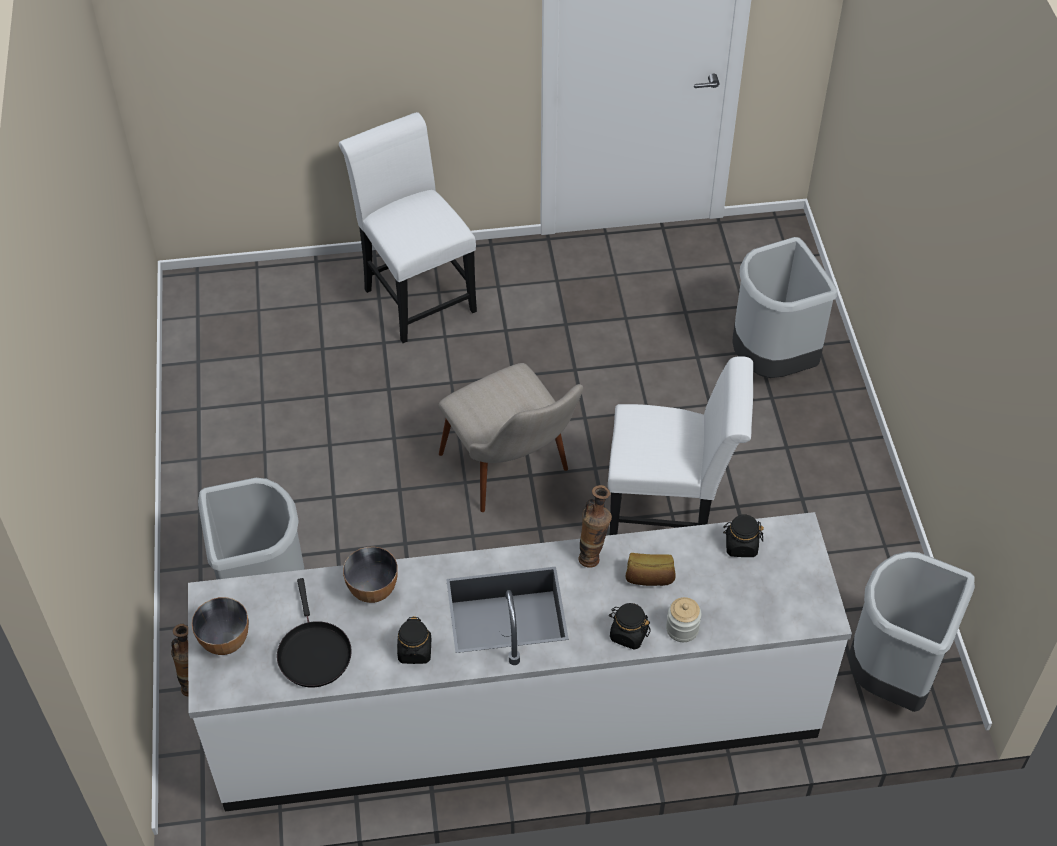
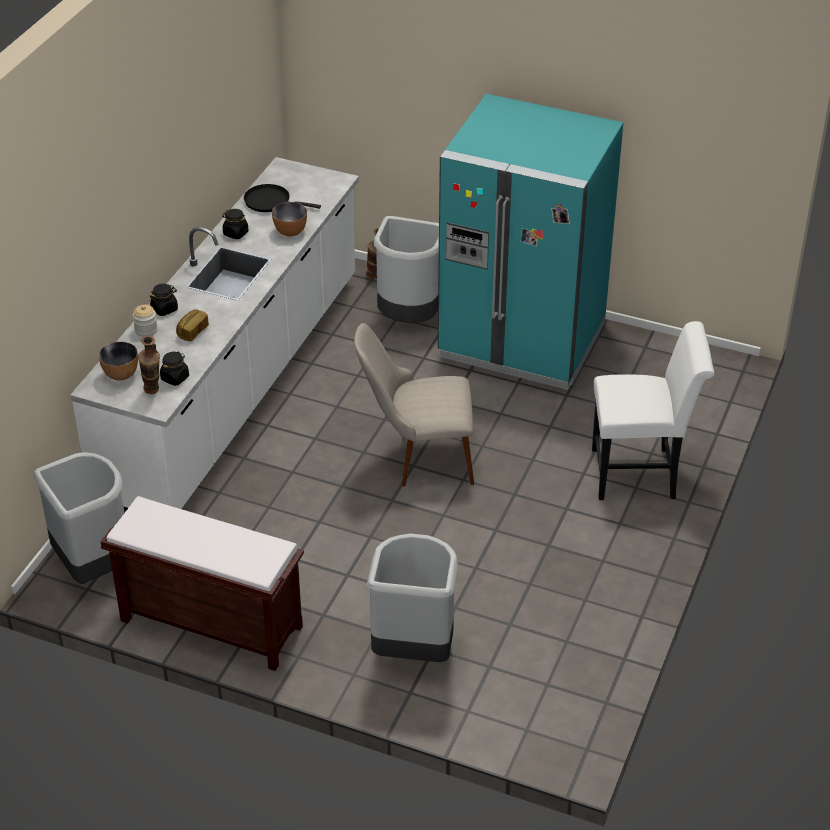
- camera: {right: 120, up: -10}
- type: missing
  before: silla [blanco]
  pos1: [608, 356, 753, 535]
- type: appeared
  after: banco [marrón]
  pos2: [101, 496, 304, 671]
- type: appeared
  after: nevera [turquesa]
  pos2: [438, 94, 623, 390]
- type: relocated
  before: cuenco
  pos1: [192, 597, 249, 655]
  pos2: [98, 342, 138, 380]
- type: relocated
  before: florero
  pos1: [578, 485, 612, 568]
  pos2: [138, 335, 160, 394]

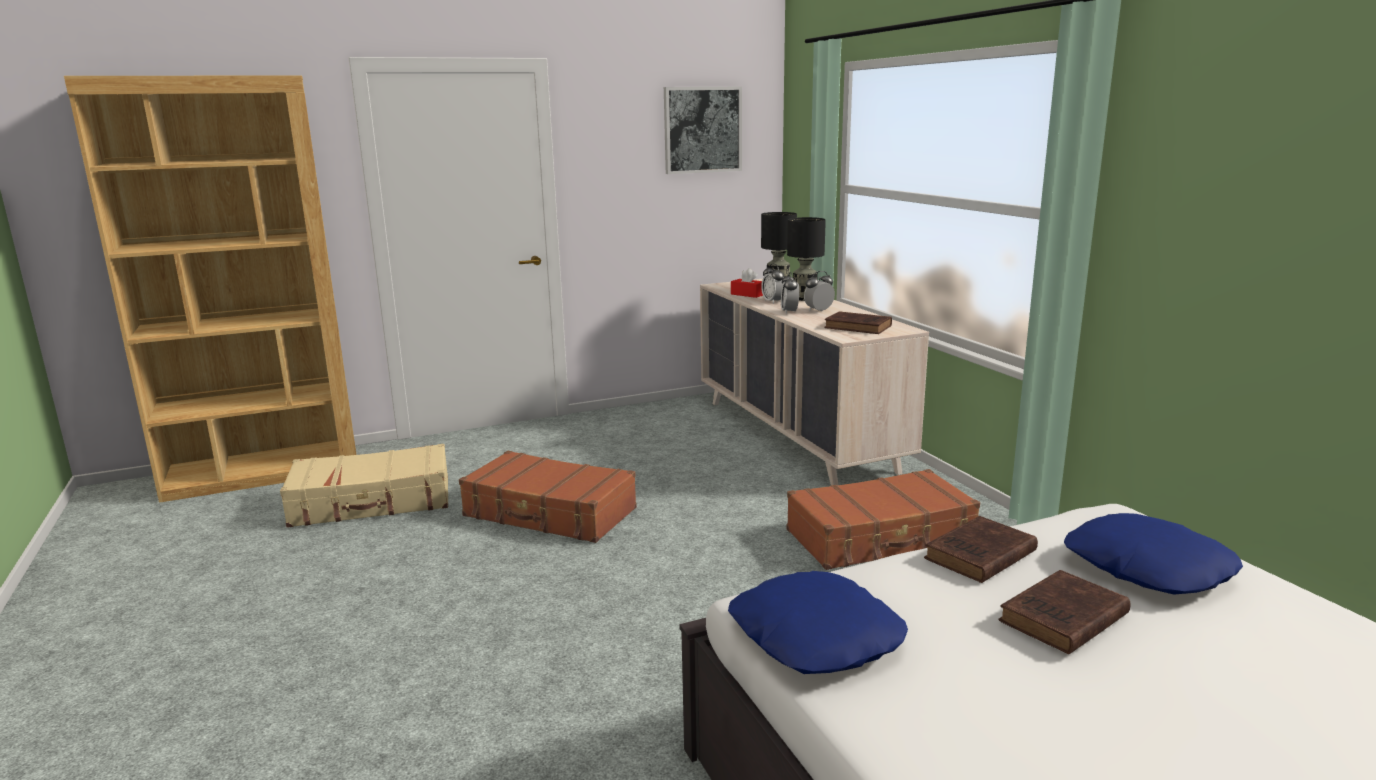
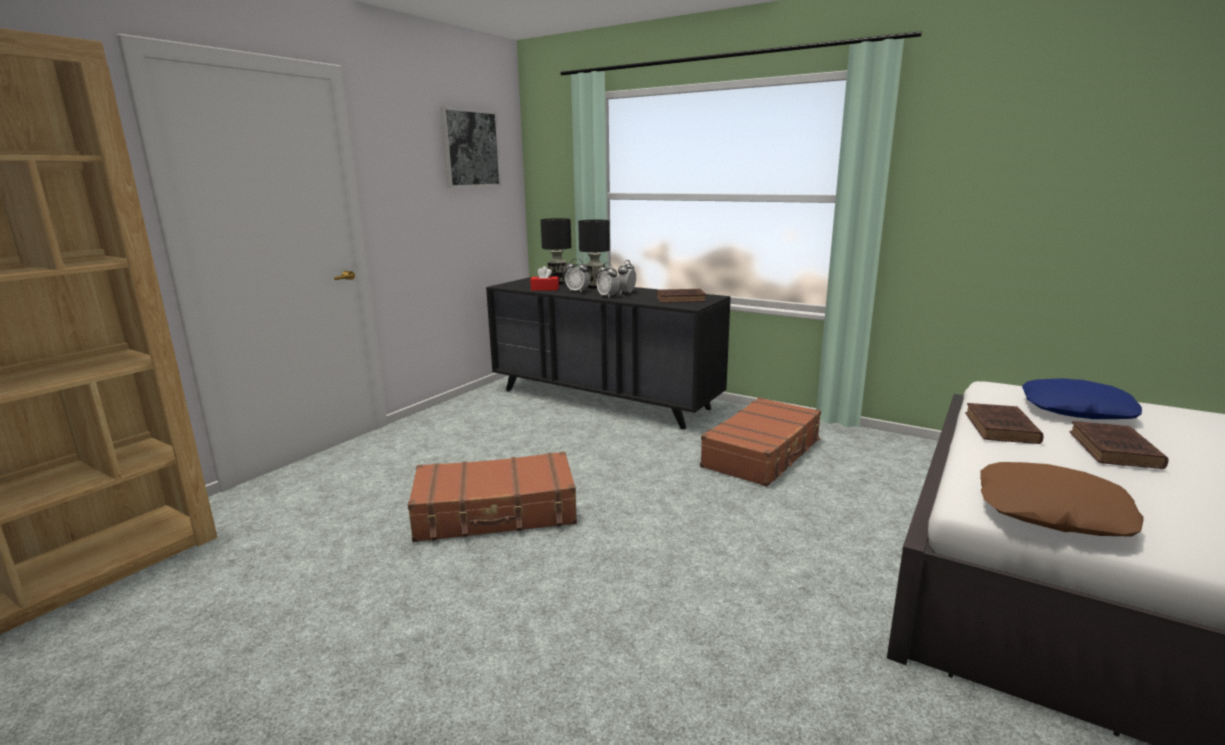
- camera: {right: -35, up: 0}
- type: missing
  before: maleta [beis]
  pos1: [280, 444, 448, 528]
- type: colour
  before: cómoda [beis]
  after: cómoda [negro]
  pos1: [700, 279, 929, 485]
  pos2: [486, 277, 731, 430]
- type: colour
  before: cojín [azul]
  after: cojín [marrón]
  pos1: [728, 571, 908, 674]
  pos2: [980, 462, 1143, 537]

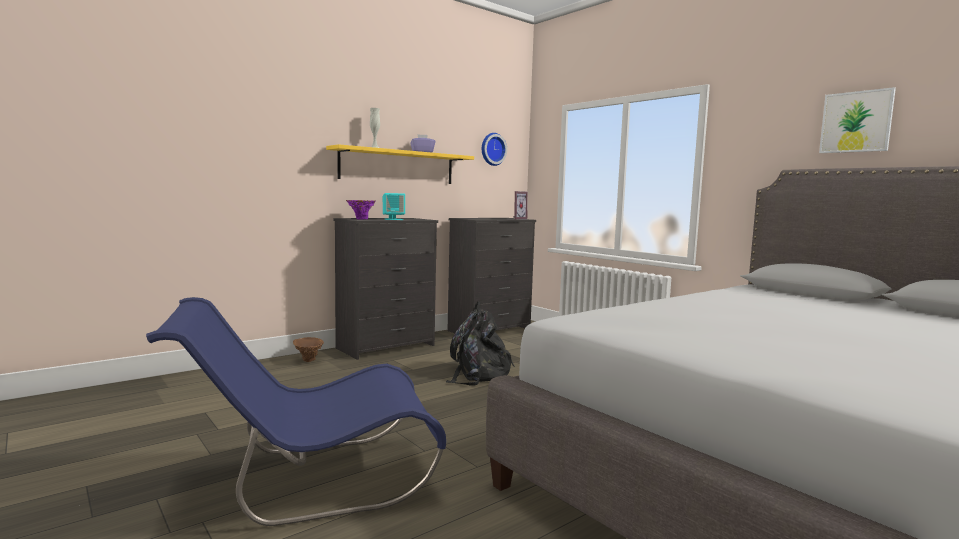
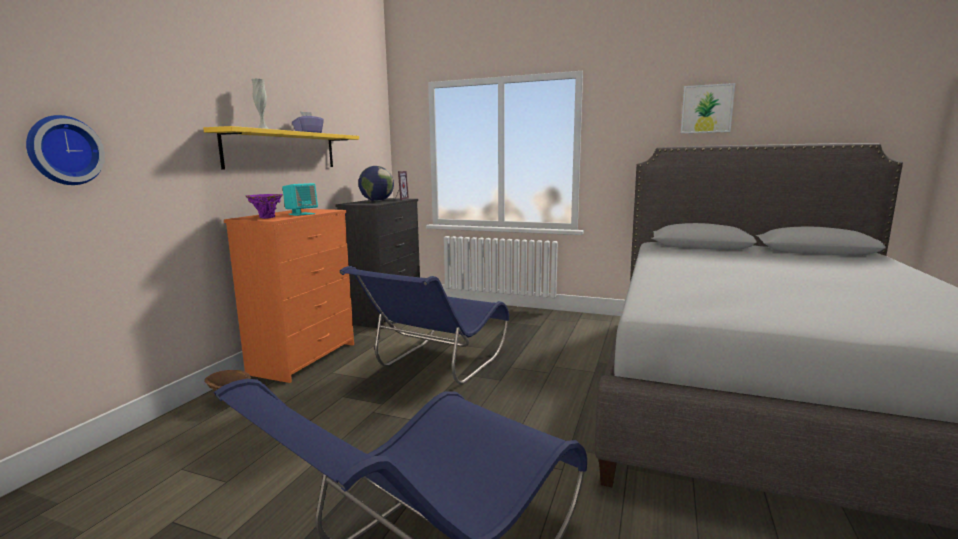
- camera: {right: -30, up: 5}
- type: appeared
  after: globo terráqueo
  pos2: [358, 166, 394, 201]
- type: relocated
  before: reloj de pared
  pos1: [482, 133, 507, 166]
  pos2: [26, 115, 105, 185]
- type: exchanged
  before: mochila [negro]
  after: silla [azul]
  pos1: [446, 302, 515, 386]
  pos2: [340, 266, 509, 384]
- type: colour
  before: cómoda [negro]
  after: cómoda [naranja]
  pos1: [333, 218, 438, 360]
  pos2: [224, 209, 354, 383]

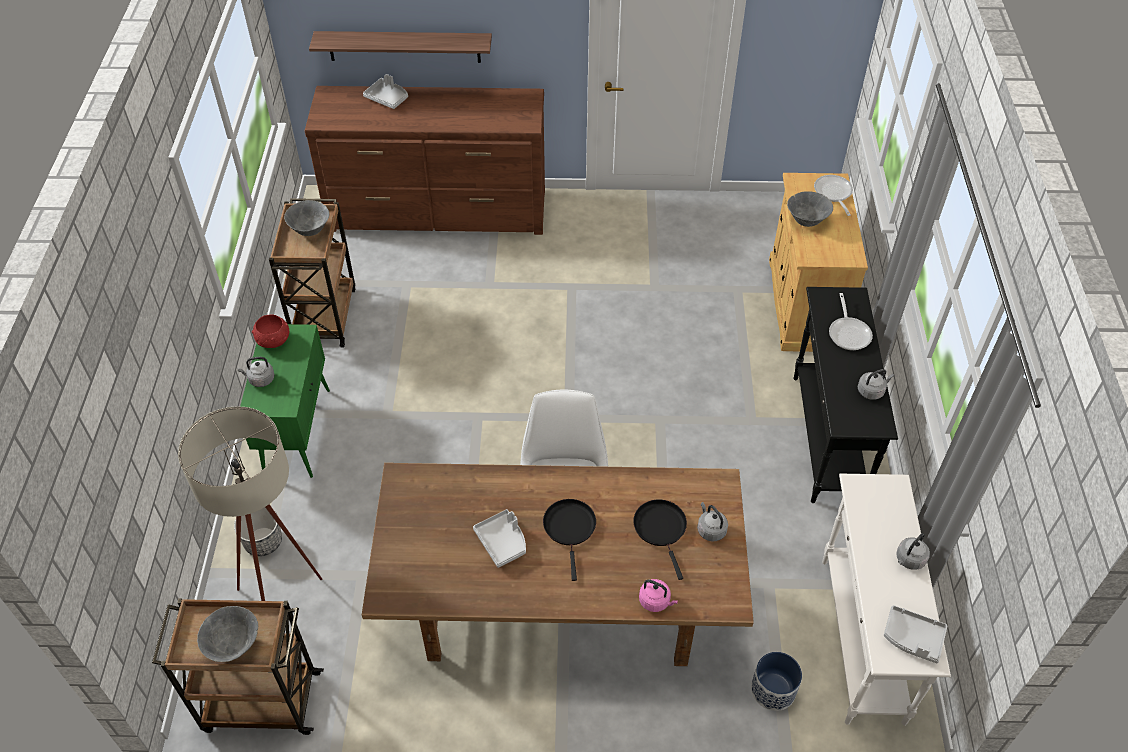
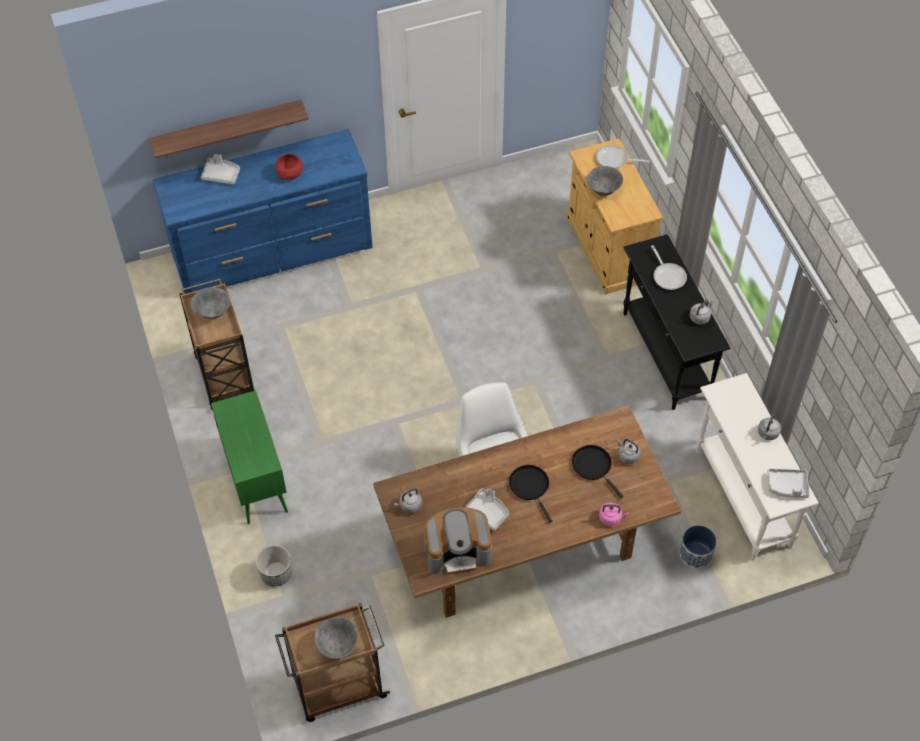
- camera: {right: -20, up: 5}
- type: missing
  before: lámpara de pie [beis]
  pos1: [178, 406, 322, 601]
- type: appeared
  after: cafetera
  pos2: [424, 507, 492, 575]
- type: relocated
  before: hervidor [gris]
  pos1: [237, 357, 275, 387]
  pos2: [394, 488, 422, 513]
- type: relocated
  before: cuenco [rojo]
  pos1: [252, 314, 289, 348]
  pos2: [275, 154, 304, 180]
- type: colour
  before: cómoda [marrón]
  after: cómoda [azul]
  pos1: [305, 86, 545, 235]
  pos2: [152, 129, 373, 294]
- type: spun
  before: sartén
  pos1: [814, 175, 853, 216]
  pos2: [596, 145, 649, 169]
  turn: -45

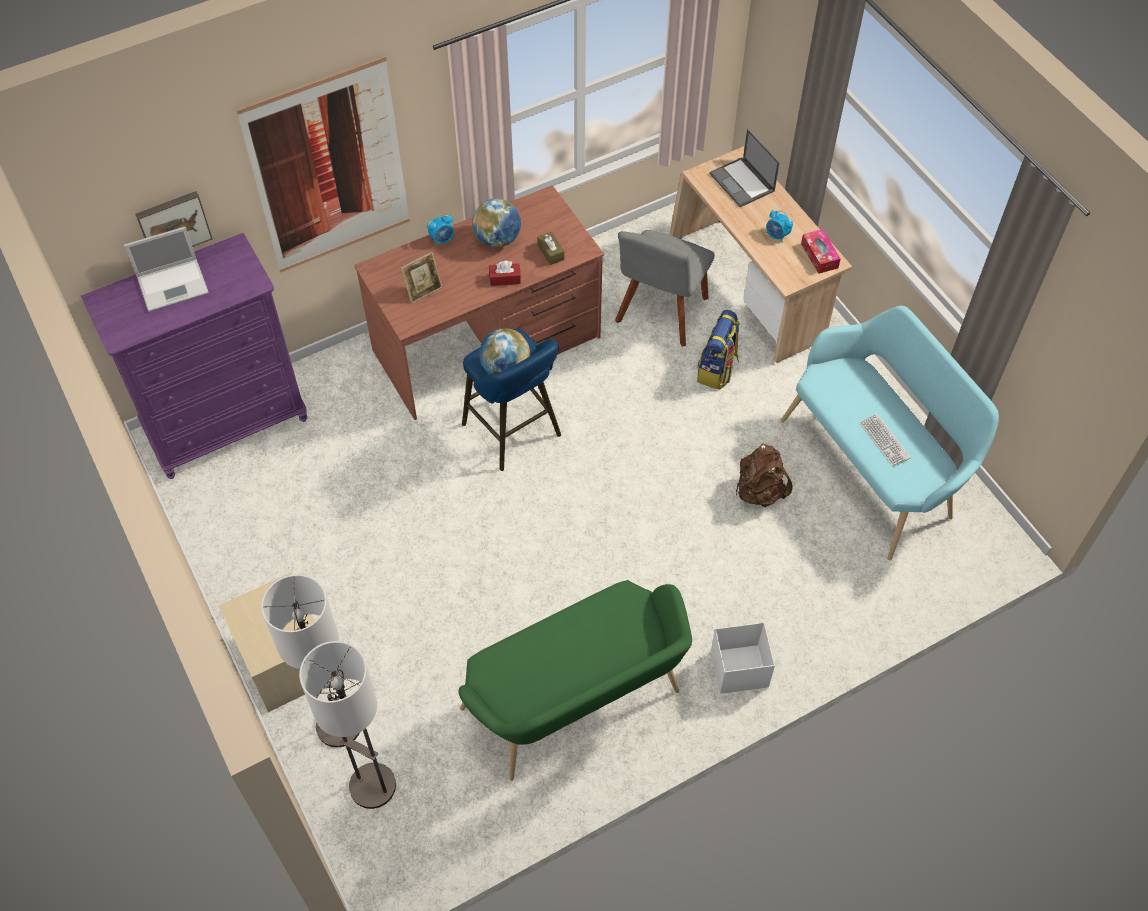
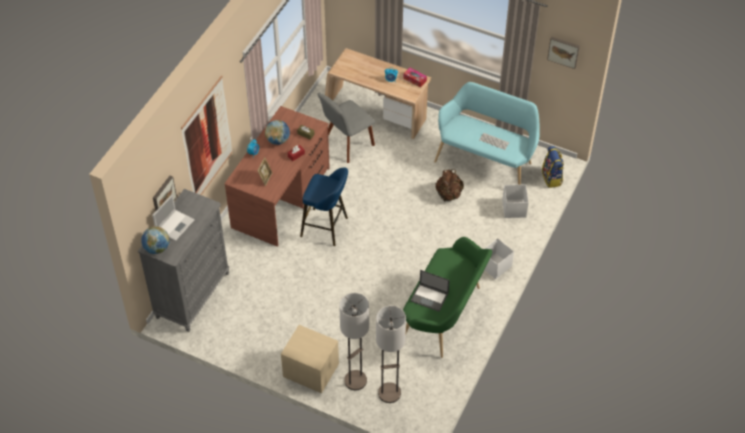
- camera: {right: -35, up: -5}
- type: appeared
  after: caja de almacenaje [blanco]
  pos2: [502, 184, 529, 218]
- type: appeared
  after: cuadro
  pos2: [547, 37, 580, 69]
- type: relocated
  before: globo terráqueo
  pos1: [479, 328, 530, 374]
  pos2: [141, 226, 169, 254]
- type: relocated
  before: mochila
  pos1: [697, 310, 740, 390]
  pos2: [542, 146, 564, 188]
- type: relocated
  before: portátil
  pos1: [710, 129, 780, 207]
  pos2: [410, 270, 450, 312]
- type: colour
  before: cómoda [morado]
  after: cómoda [gris]
  pos1: [81, 233, 308, 479]
  pos2: [138, 189, 229, 332]
- type: spun
  before: silla [gris]
  pos1: [615, 230, 715, 347]
  pos2: [318, 92, 375, 163]
  turn: 60

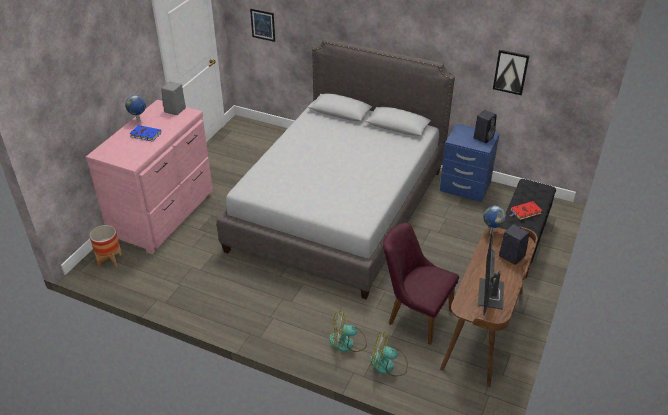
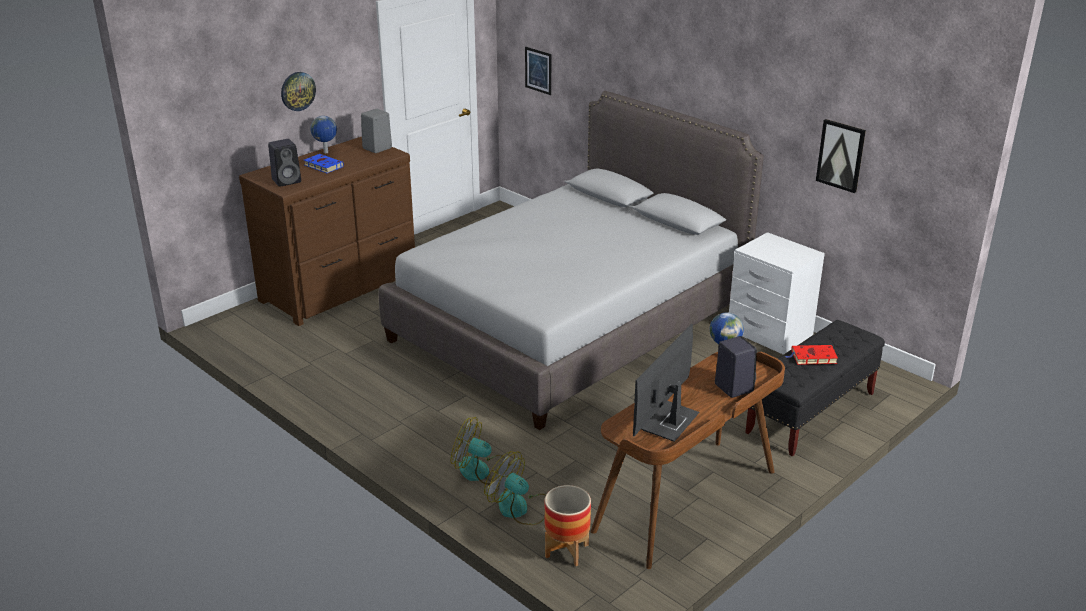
- camera: {right: 20, up: -10}
- type: missing
  before: silla [morado]
  pos1: [383, 223, 459, 345]
- type: appeared
  after: reloj de pared
  pos2: [281, 72, 316, 111]
- type: relocated
  before: maceta
  pos1: [90, 225, 122, 267]
  pos2: [545, 485, 591, 566]
- type: relocated
  before: altavoz [negro]
  pos1: [474, 110, 497, 143]
  pos2: [268, 139, 301, 187]
- type: colour
  before: cómoda [rosa]
  after: cómoda [marrón]
  pos1: [85, 99, 213, 254]
  pos2: [239, 137, 415, 326]
- type: colour
  before: mesita de noche [azul]
  after: mesita de noche [blanco]
  pos1: [440, 123, 499, 202]
  pos2: [729, 232, 825, 355]

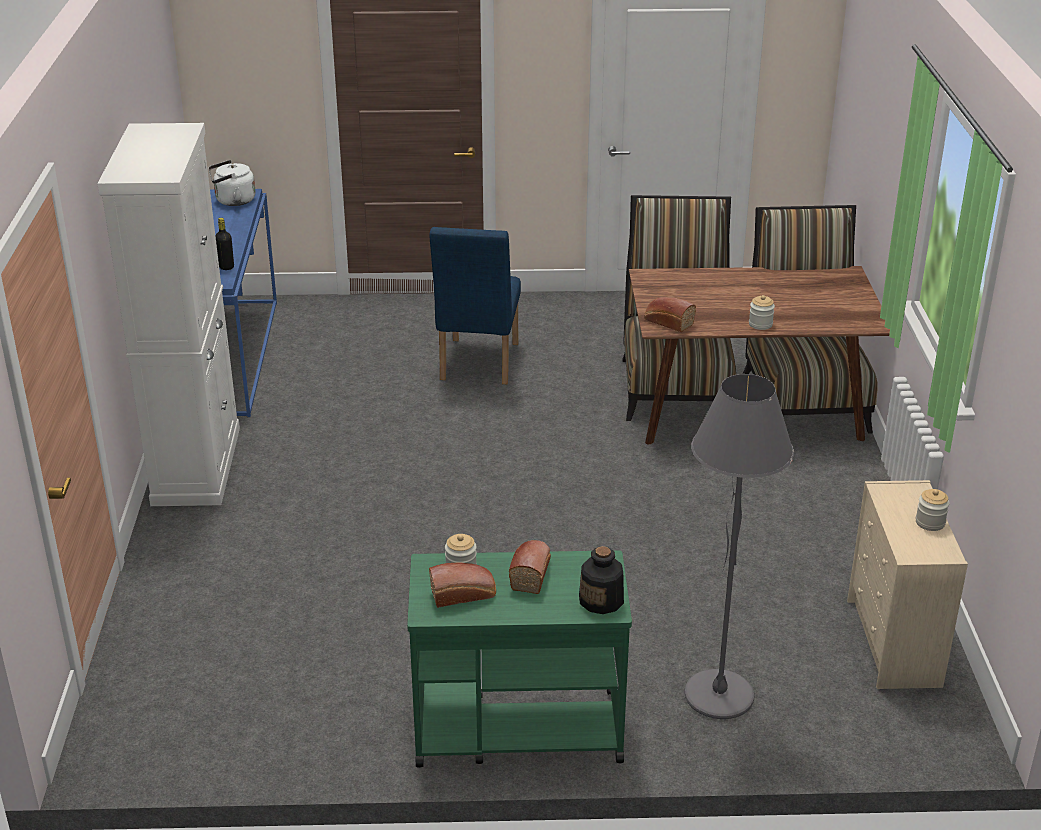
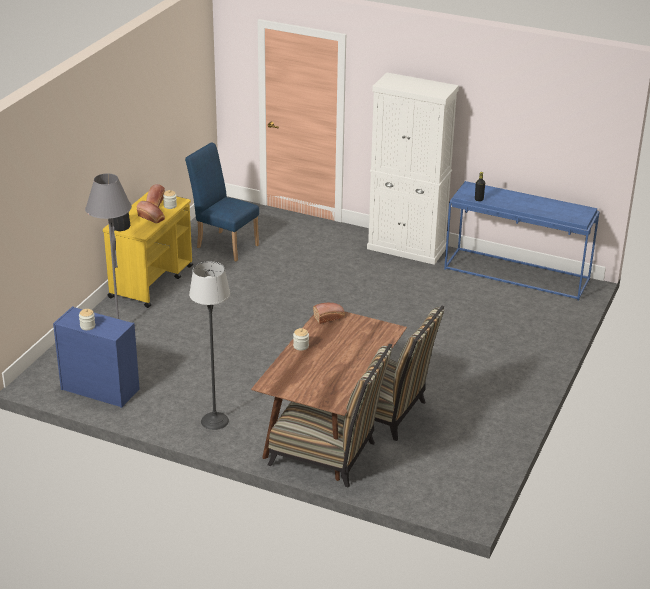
- camera: {right: 115, up: 0}
- type: missing
  before: hervidor [blanco]
  pos1: [208, 160, 256, 206]
- type: appeared
  after: lámpara de pie
  pos2: [189, 261, 230, 430]
- type: relocated
  before: silla [azul]
  pos1: [429, 227, 521, 384]
  pos2: [185, 142, 259, 261]
- type: colour
  before: carrito [verde]
  after: carrito [amarillo]
  pos1: [407, 550, 632, 768]
  pos2: [103, 191, 193, 308]
- type: colour
  before: cómoda [beis]
  after: cómoda [azul]
  pos1: [847, 480, 968, 689]
  pos2: [53, 306, 140, 408]

